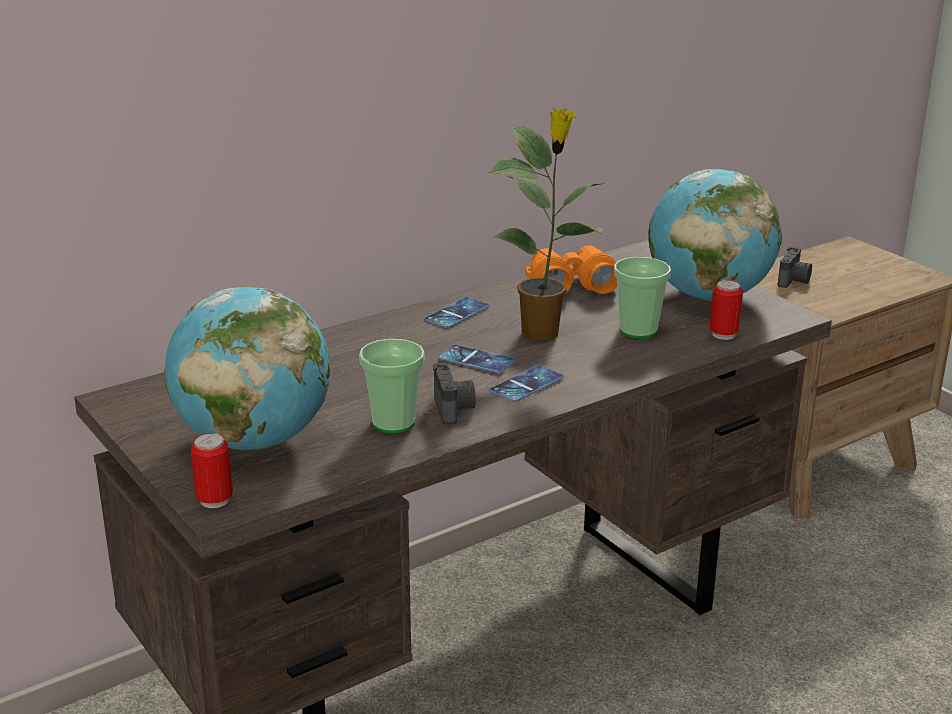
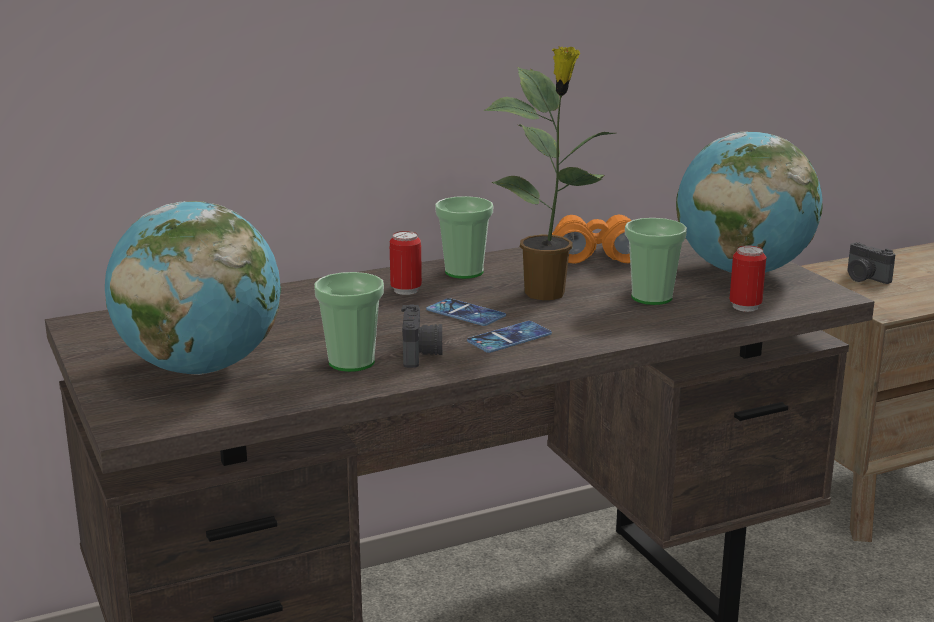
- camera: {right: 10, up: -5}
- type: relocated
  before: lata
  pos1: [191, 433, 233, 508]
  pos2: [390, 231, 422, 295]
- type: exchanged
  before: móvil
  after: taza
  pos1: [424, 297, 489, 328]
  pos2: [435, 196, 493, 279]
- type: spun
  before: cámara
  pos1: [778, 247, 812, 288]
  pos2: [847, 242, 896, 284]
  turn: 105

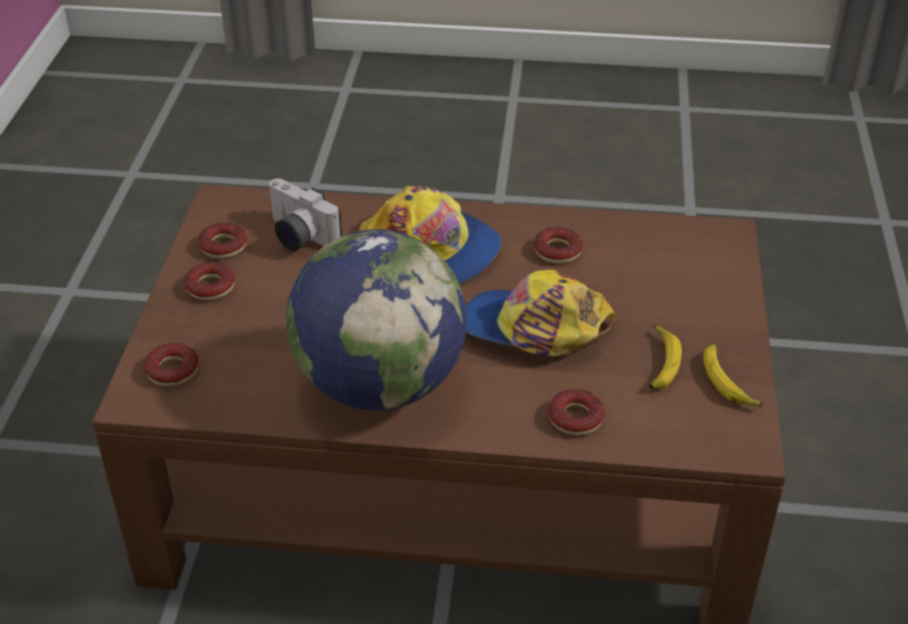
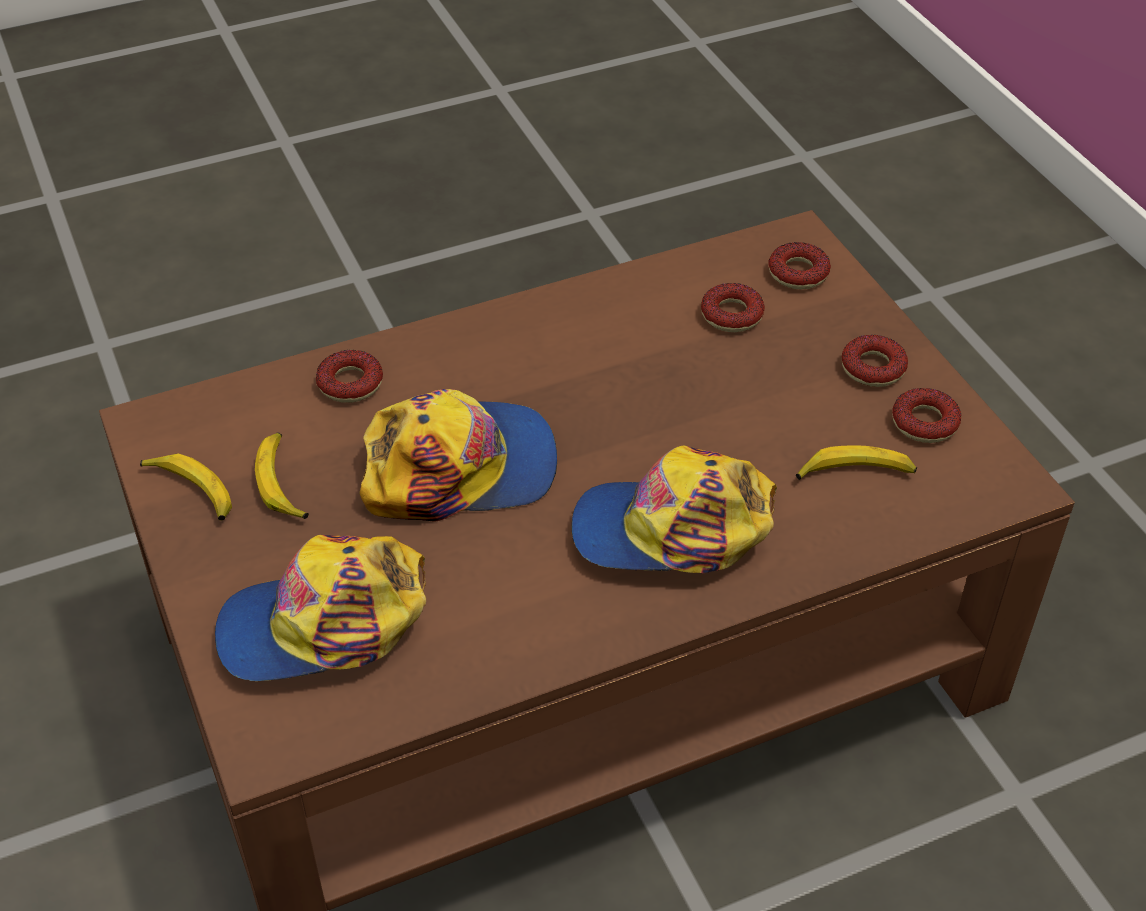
- camera: {right: 150, up: 5}
- type: missing
  before: globo terráqueo
  pos1: [286, 229, 466, 411]
- type: appeared
  after: gorra
  pos2: [215, 535, 426, 681]
- type: relocated
  before: rosquilla
  pos1: [534, 227, 583, 263]
  pos2: [701, 283, 765, 332]
- type: exchanged
  before: cámara
  after: plátano
  pos1: [268, 178, 342, 251]
  pos2: [796, 445, 917, 480]

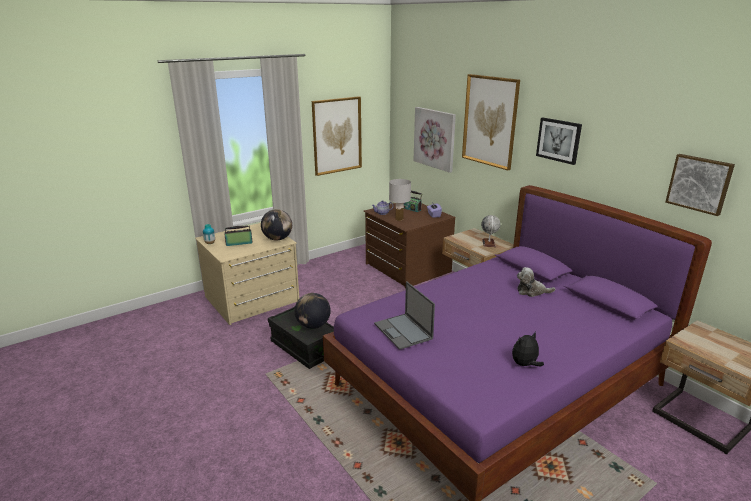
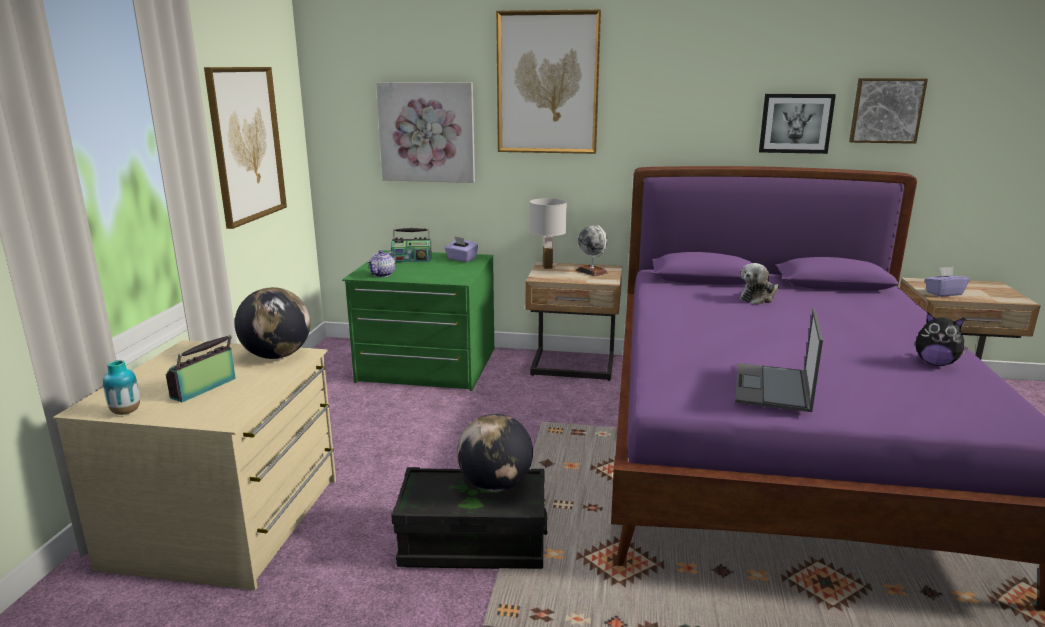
- camera: {right: -45, up: -5}
- type: appeared
  after: caja de pañuelos [morado]
  pos2: [925, 267, 970, 297]
- type: relocated
  before: lámpara de mesa [blanco]
  pos1: [389, 179, 411, 221]
  pos2: [530, 198, 567, 269]
- type: relocated
  before: cuadro
  pos1: [536, 118, 582, 165]
  pos2: [759, 94, 836, 154]
- type: colour
  before: cómoda [marrón]
  after: cómoda [verde]
  pos1: [363, 203, 455, 288]
  pos2: [342, 250, 494, 391]
- type: spun
  before: portátil
  pos1: [374, 281, 435, 350]
  pos2: [735, 308, 823, 412]
  turn: 90
- type: spun
  before: peluche
  pos1: [512, 332, 544, 366]
  pos2: [916, 313, 968, 366]
  turn: -75

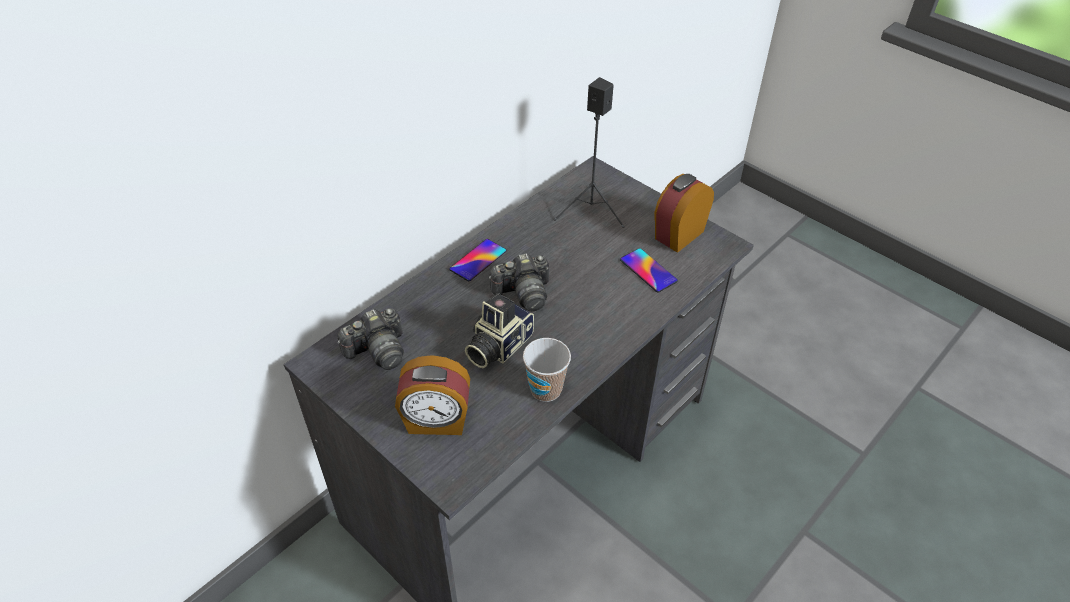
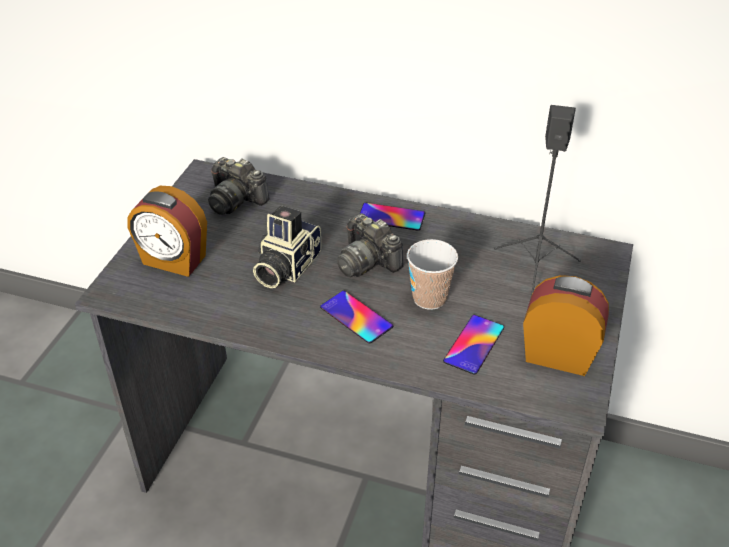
- camera: {right: 65, up: -5}
- type: appeared
  after: móvil
  pos2: [320, 291, 393, 343]
- type: relocated
  before: taza
  pos1: [523, 338, 571, 402]
  pos2: [407, 239, 458, 310]
- type: spun
  before: despertador
  pos1: [395, 355, 470, 435]
  pos2: [127, 186, 207, 277]
  turn: -45
- type: spun
  before: cámara
  pos1: [465, 293, 534, 368]
  pos2: [253, 205, 321, 288]
  turn: -75

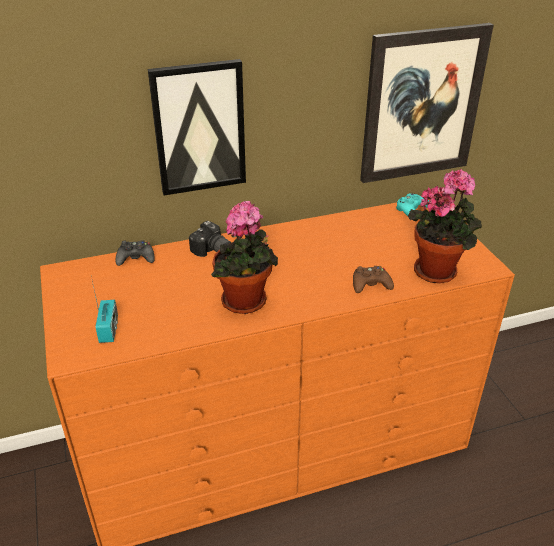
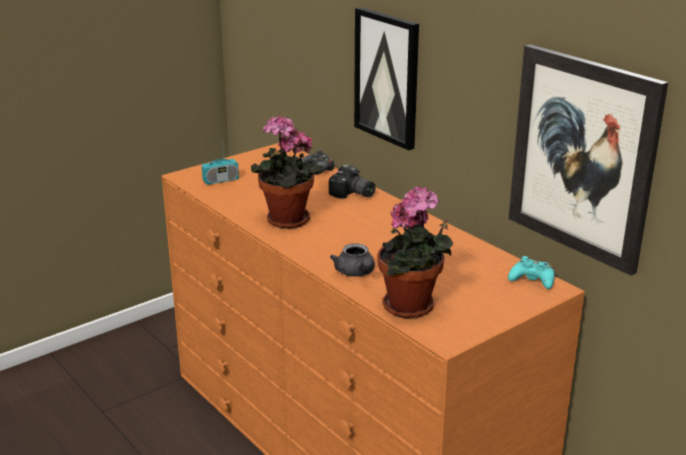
- camera: {right: 70, up: -10}
- type: exchanged
  before: mando de consola [marrón]
  after: tetera [gris]
  pos1: [353, 266, 394, 293]
  pos2: [330, 243, 375, 277]
- type: spun
  before: cámara
  pos1: [189, 221, 232, 257]
  pos2: [329, 164, 376, 198]
  turn: -75

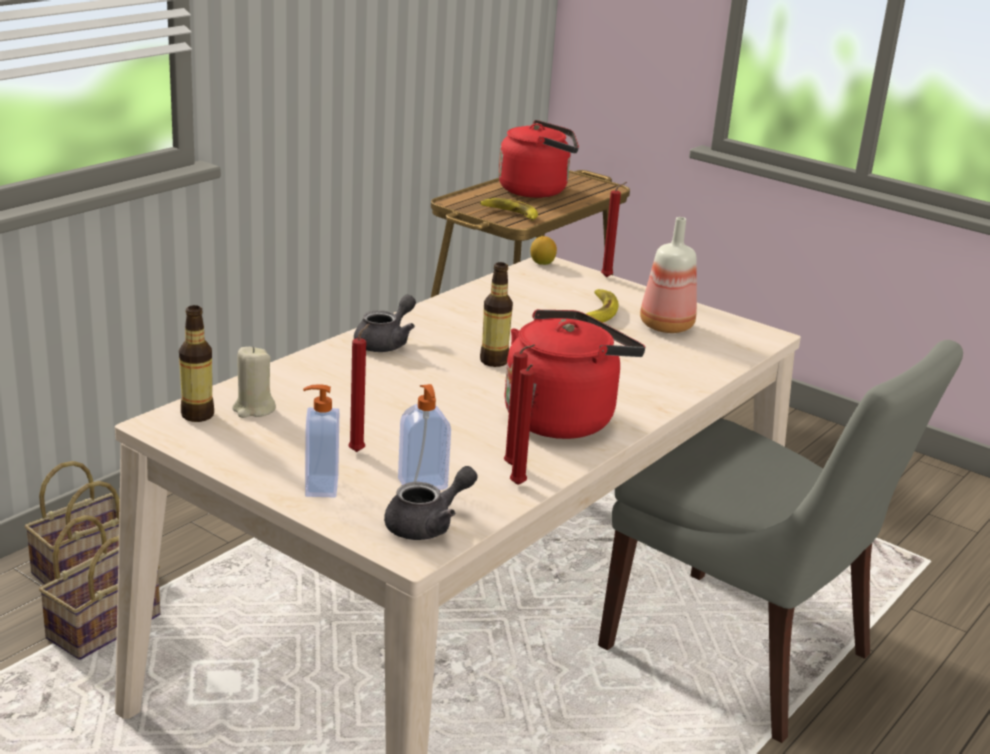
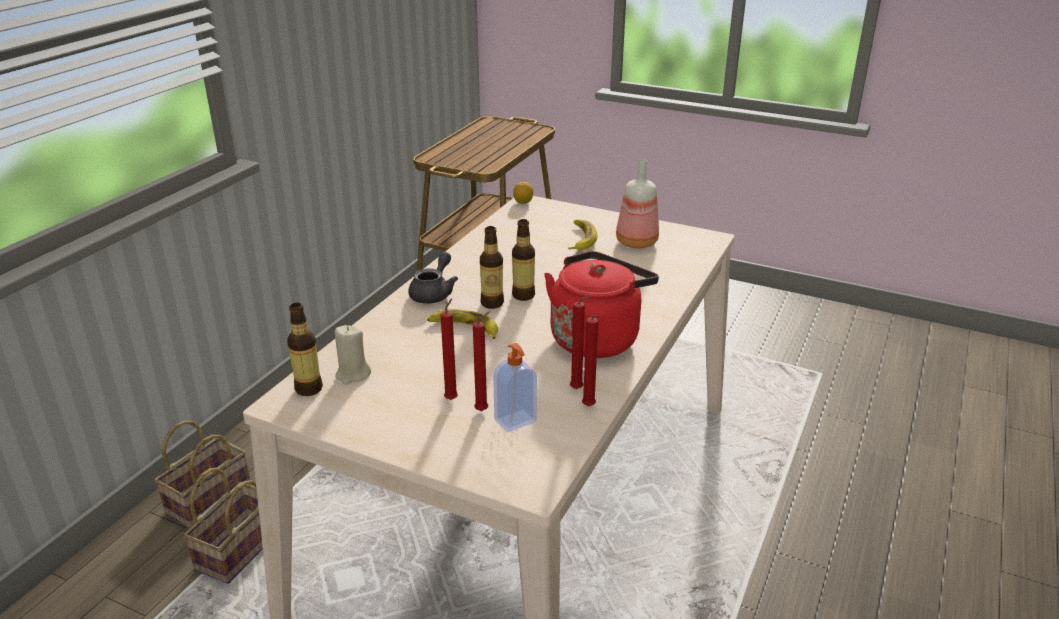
- camera: {right: -10, up: 5}
- type: missing
  before: dispensador de jabón
  pos1: [303, 384, 339, 497]
- type: missing
  before: tetera [gris]
  pos1: [384, 466, 478, 540]
- type: missing
  before: hervidor [rojo]
  pos1: [498, 120, 579, 198]
- type: missing
  before: silla [gris]
  pos1: [598, 340, 963, 743]
- type: appeared
  after: botella
  pos2: [480, 226, 504, 309]
- type: relocated
  before: plátano
  pos1: [480, 198, 538, 221]
  pos2: [427, 309, 498, 339]
- type: relocated
  before: vela [rojo]
  pos1: [601, 182, 627, 277]
  pos2: [473, 311, 490, 411]

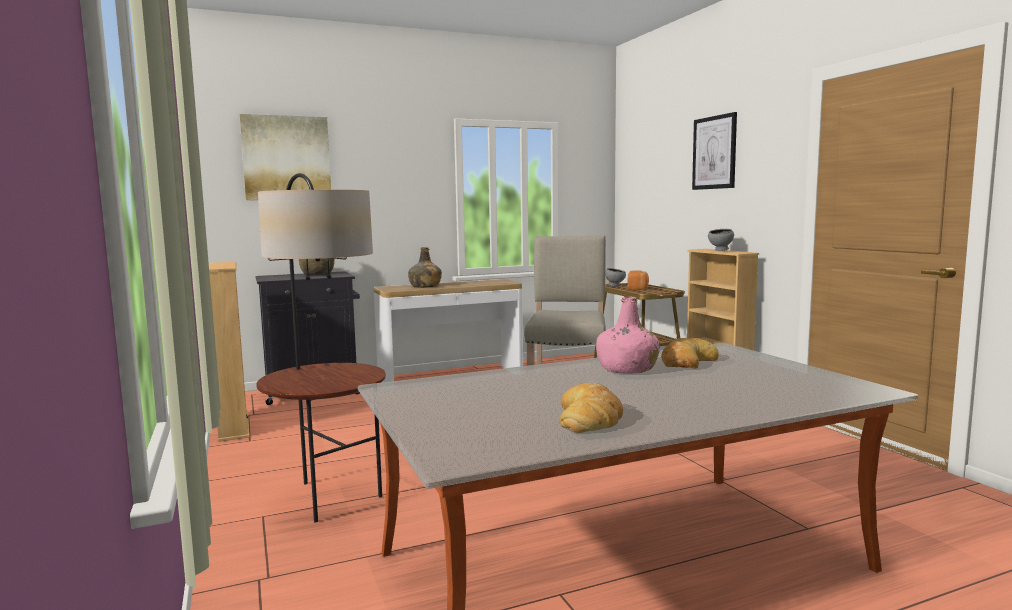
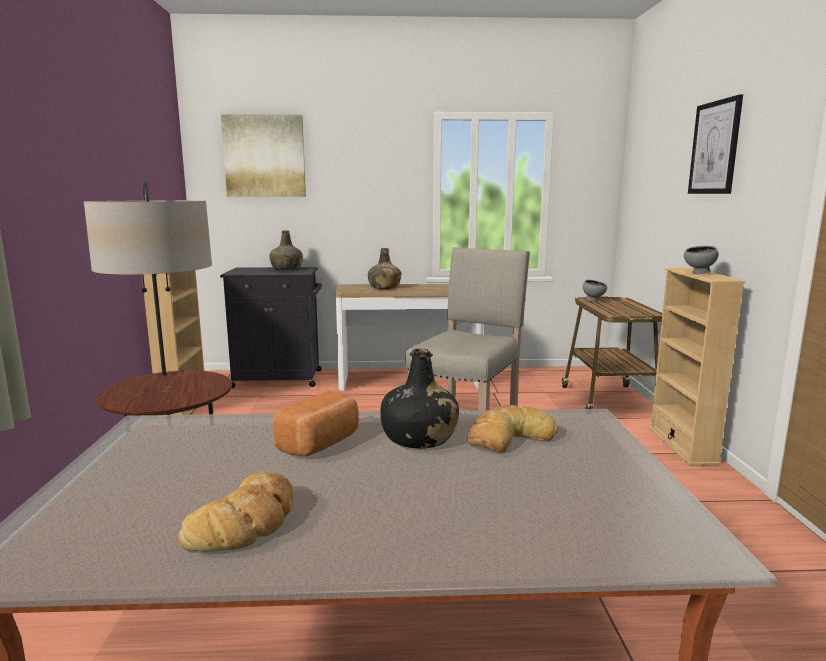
- camera: {right: 20, up: 5}
- type: relocated
  before: pan
  pos1: [628, 270, 649, 290]
  pos2: [273, 391, 359, 456]
- type: colour
  before: botella [rosa]
  after: botella [negro]
  pos1: [596, 296, 660, 374]
  pos2: [381, 348, 459, 449]

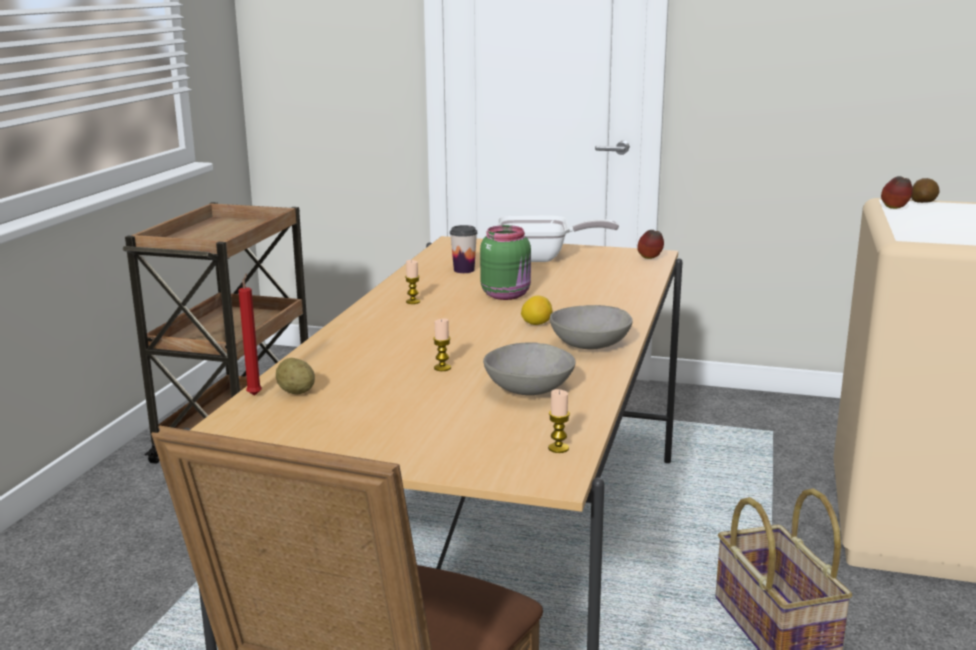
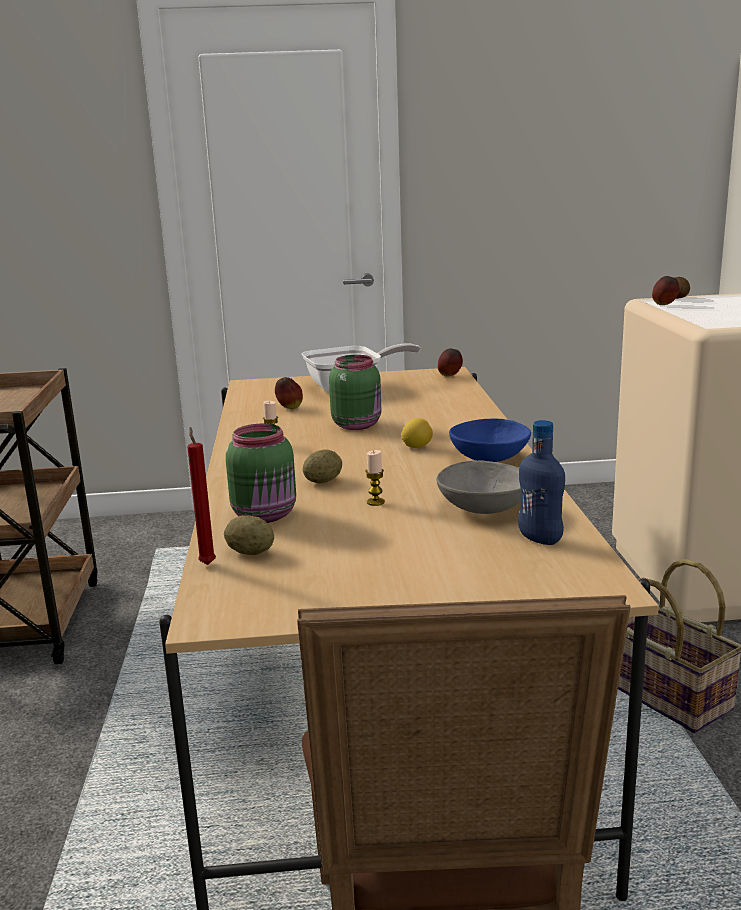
- camera: {right: -20, up: 0}
- type: missing
  before: vela
  pos1: [548, 389, 570, 453]
- type: appeared
  after: tarro [verde]
  pos2: [226, 424, 296, 523]
- type: appeared
  after: patata
  pos2: [303, 449, 342, 483]
- type: appeared
  after: botella [azul]
  pos2: [518, 420, 565, 545]
- type: exchanged
  before: taza
  after: manzana
  pos1: [450, 225, 477, 273]
  pos2: [275, 377, 303, 409]
- type: colour
  before: cuenco [gris]
  after: cuenco [azul]
  pos1: [550, 305, 633, 349]
  pos2: [449, 419, 531, 462]

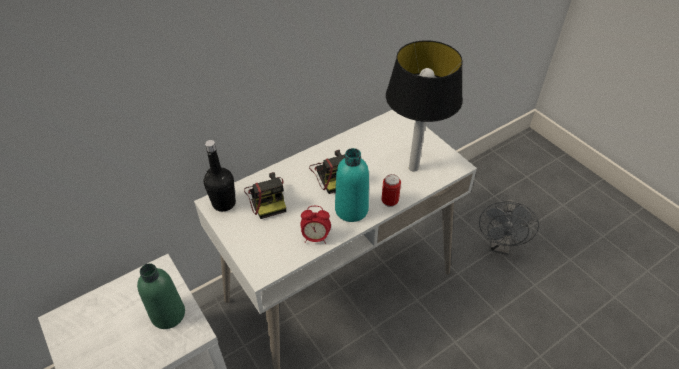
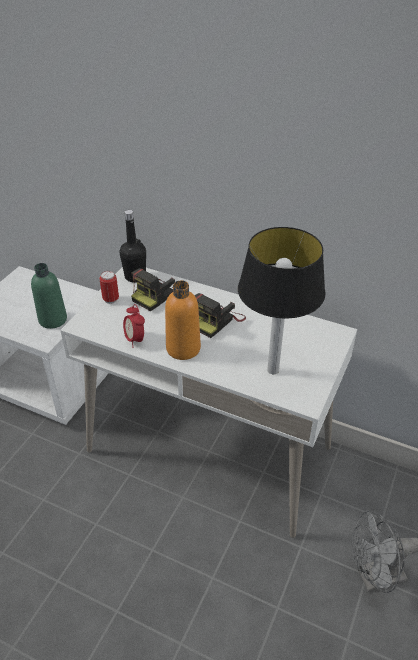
- camera: {right: 60, up: -5}
- type: relocated
  before: lata
  pos1: [382, 174, 401, 207]
  pos2: [99, 271, 119, 304]
- type: colour
  before: botella [turquesa]
  after: botella [naranja]
  pos1: [335, 148, 369, 222]
  pos2: [165, 280, 201, 360]

